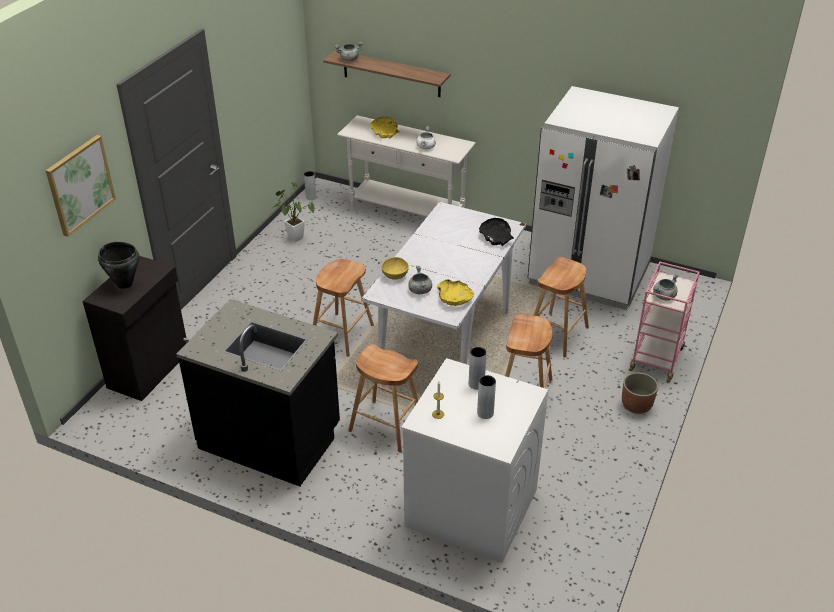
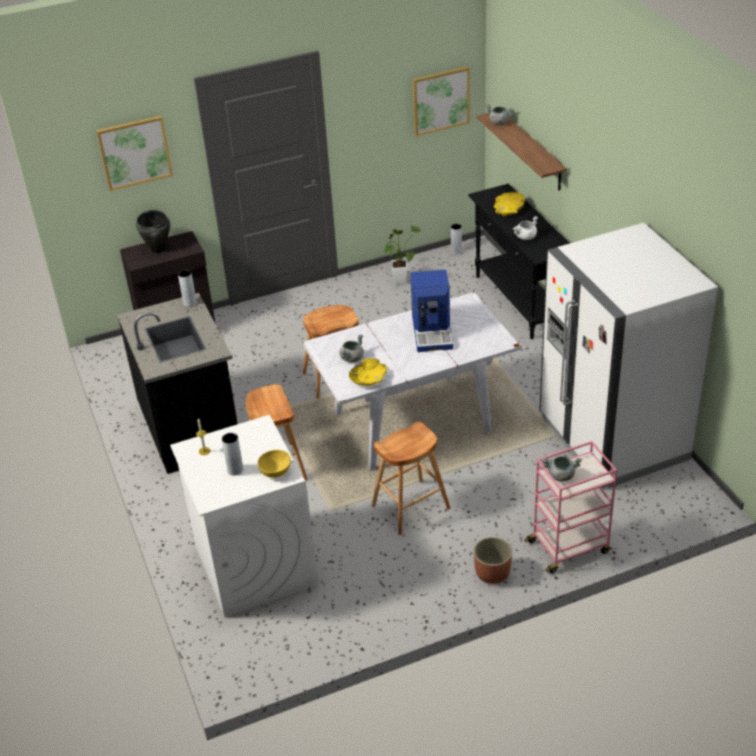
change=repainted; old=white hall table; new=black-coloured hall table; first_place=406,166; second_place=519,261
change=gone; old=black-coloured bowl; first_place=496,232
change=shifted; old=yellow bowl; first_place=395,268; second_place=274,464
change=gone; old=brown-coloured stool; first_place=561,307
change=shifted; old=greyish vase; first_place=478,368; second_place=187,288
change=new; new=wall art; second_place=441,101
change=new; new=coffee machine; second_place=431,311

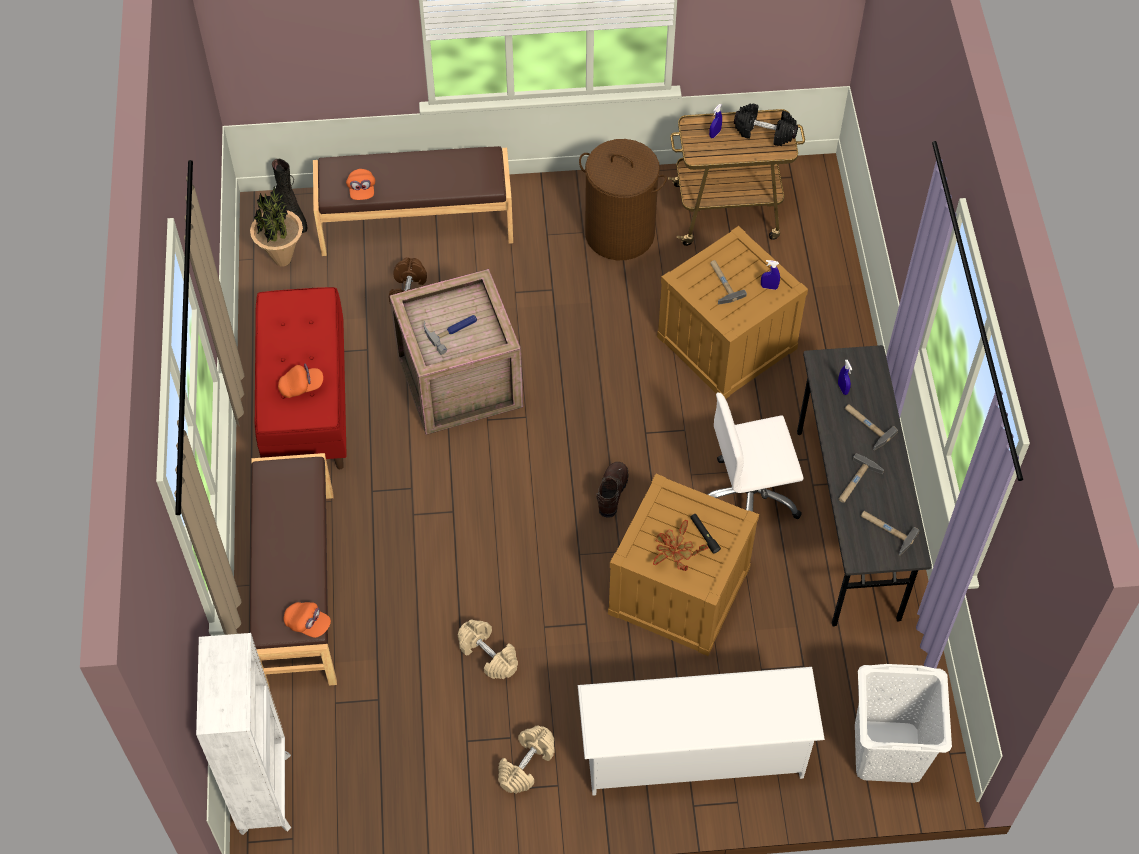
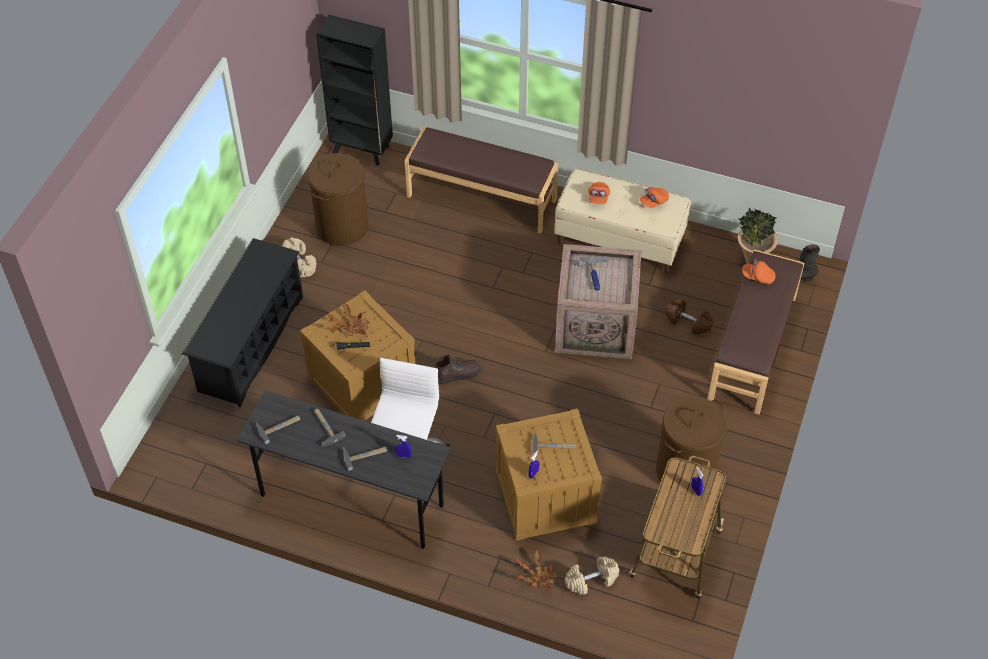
change=gone; old=black-coloured dumbbell; first_place=766,124
change=repainted; old=reddish indoor bench; new=beige indoor bench; first_place=301,378; second_place=622,221
change=rotated; old=brown-coloured high-top boot; first_place=612,490; second_place=458,369; degrees=-60
change=shifted; old=orange-coloured cap; first_place=307,620; second_place=654,197
change=shifted; old=beige dumbbell; first_place=488,649; second_place=592,575
change=repainted; old=white bookshelf; new=black-coloured bookshelf; first_place=243,734; second_place=354,90
change=gone; old=white hamper; first_place=903,723
change=repainted; old=white shoe rack; new=black-coloured shoe rack; first_place=701,731; second_place=242,322
change=new; new=brown-coloured hamper; second_place=338,199
change=new; new=potted plant; second_place=536,571

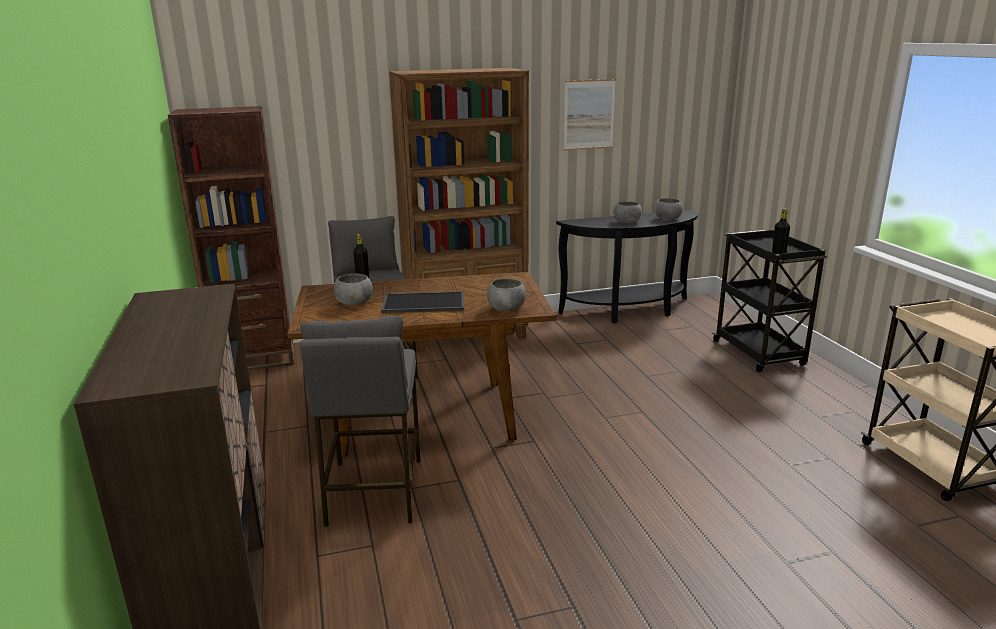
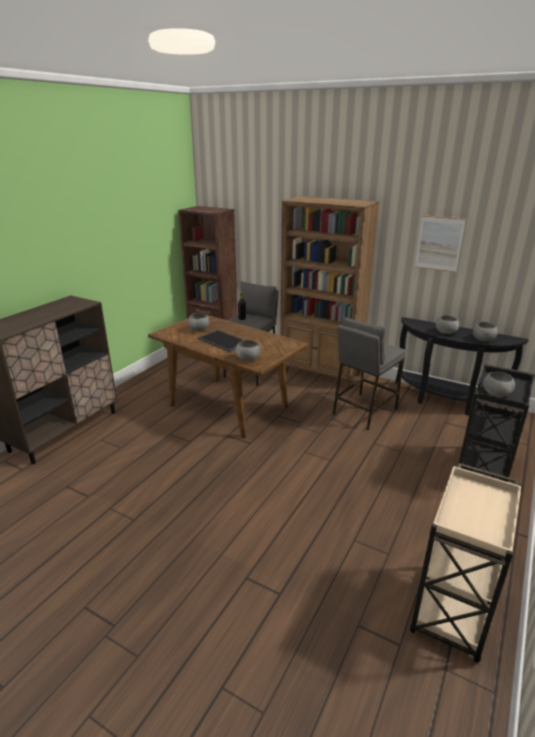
change=swapped; old=black-coloured bottle; new=greyish bowl; first_place=781,231; second_place=499,384
change=shifted; old=greyish stool; first_place=360,421; second_place=369,373

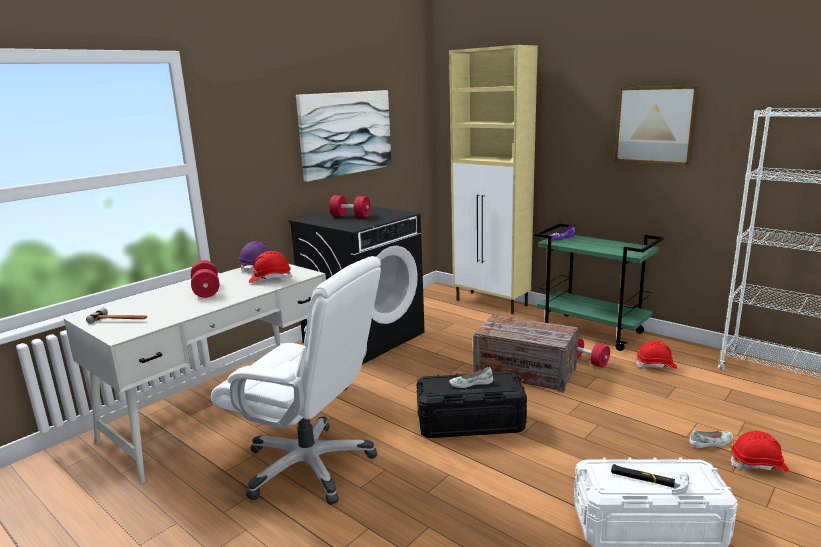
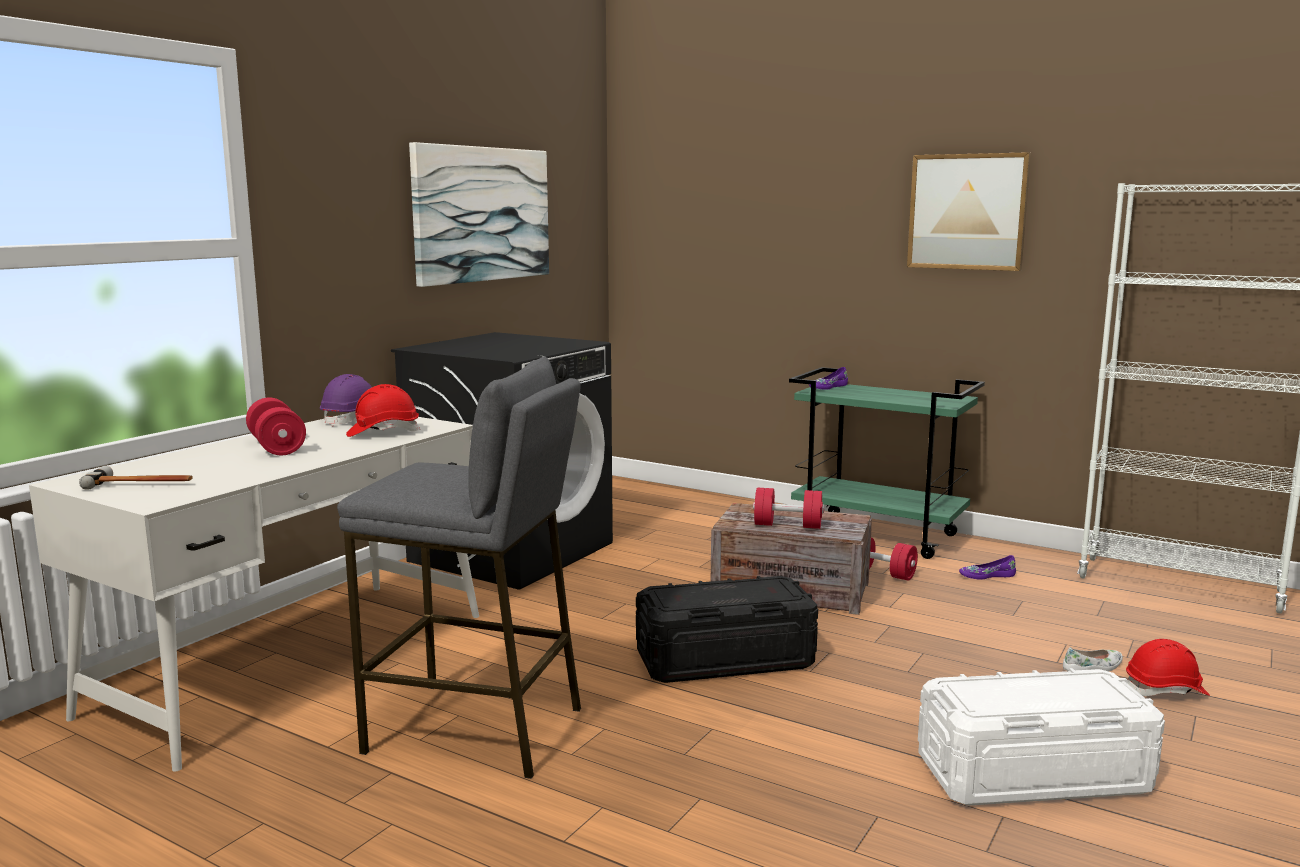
change=gone; old=beige storage cabinet; first_place=493,179
change=shifted; old=reddish dumbbell; first_place=350,206; second_place=788,508
change=swapped; old=white computer chair; new=greyish stool; first_place=296,380; second_place=459,568
change=swapped; old=reddish work helmet; new=purple-coloured shoe; first_place=656,354; second_place=987,567
change=gone; old=white shoe; first_place=471,377
change=gone; old=hand hammer; first_place=650,479

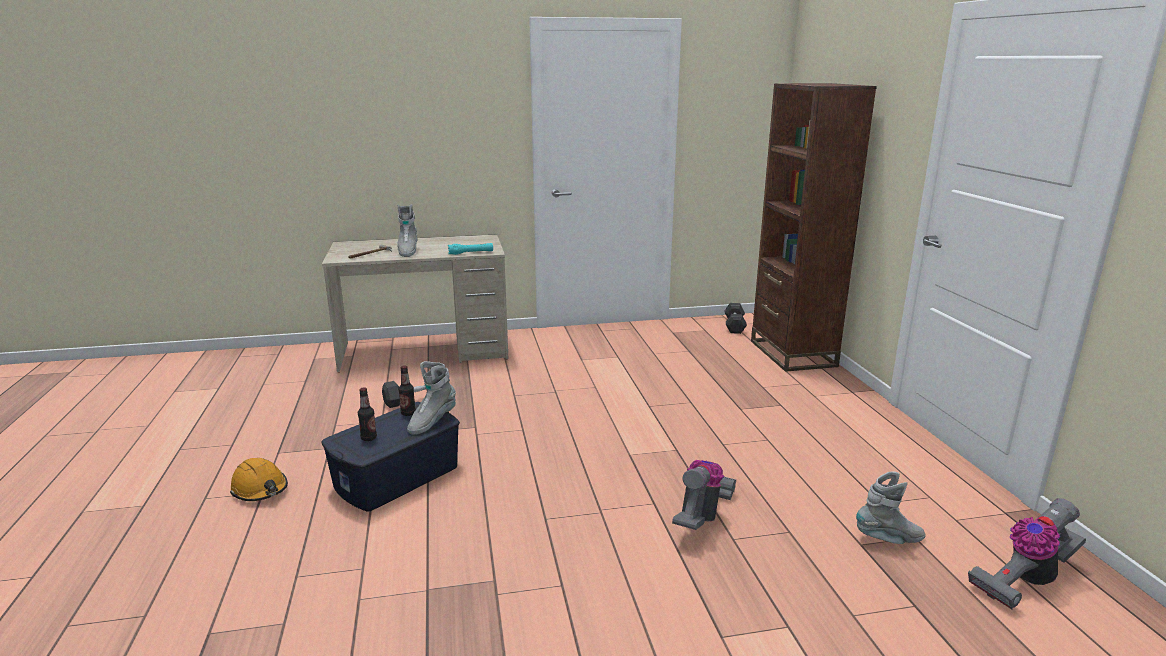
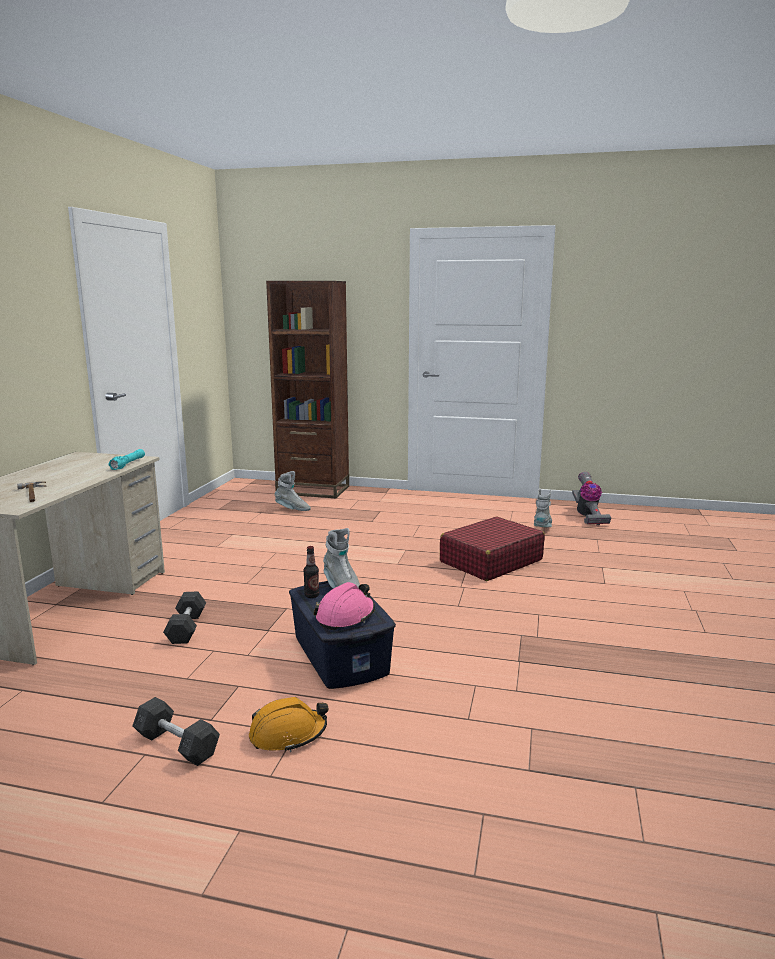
change=shifted; old=greyish high-top boot; first_place=407,230; second_place=293,491
change=shifted; old=greyish dumbbell; first_place=736,318; second_place=176,731
change=swapped; old=bottle; new=pink-coloured work helmet; first_place=367,414; second_place=344,606
change=swapped; old=vacuum; new=reddish travel case; first_place=704,495; second_place=492,548

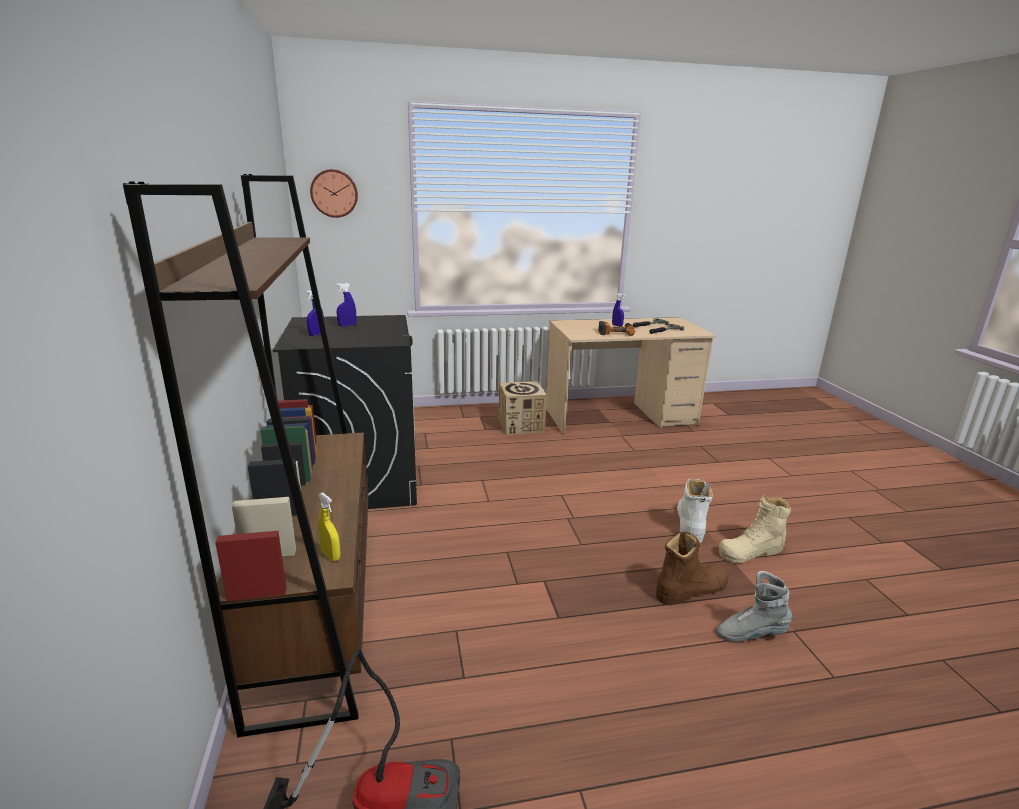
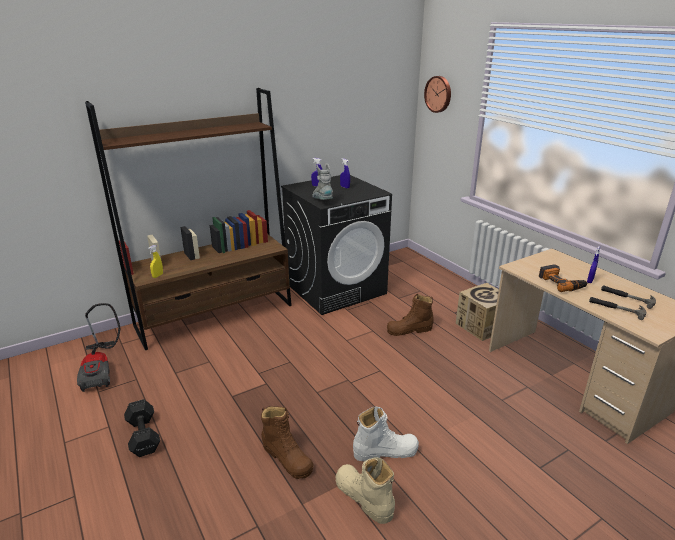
change=shifted; old=greyish high-top boot; first_place=754,606; second_place=322,181
change=new; new=brown-coloured high-top boot; second_place=410,315
change=new; new=black-coloured dumbbell; second_place=142,428

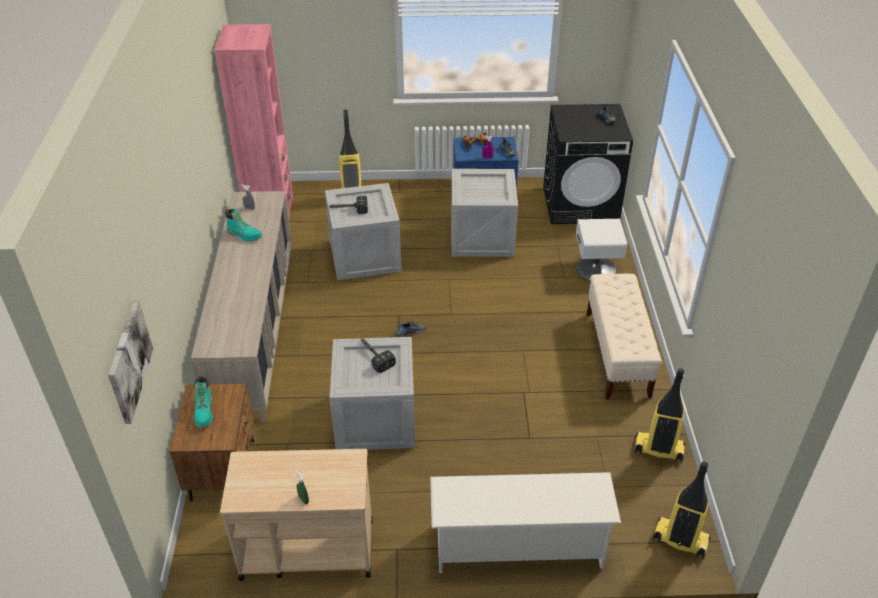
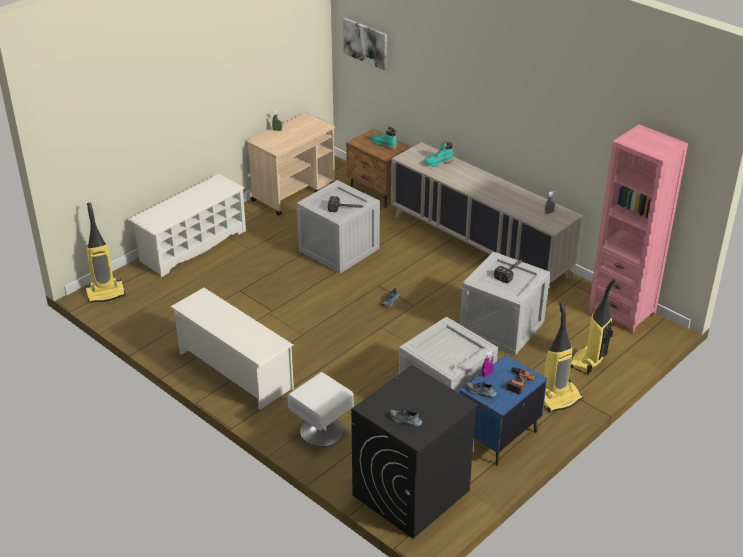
change=shifted; old=blue-green high-top boot; first_place=243,225; second_place=438,153
change=swapped; old=beige indoor bench; new=white shoe rack; first_place=624,336; second_place=232,349
change=shifted; old=vacuum; first_place=660,415; second_place=563,357

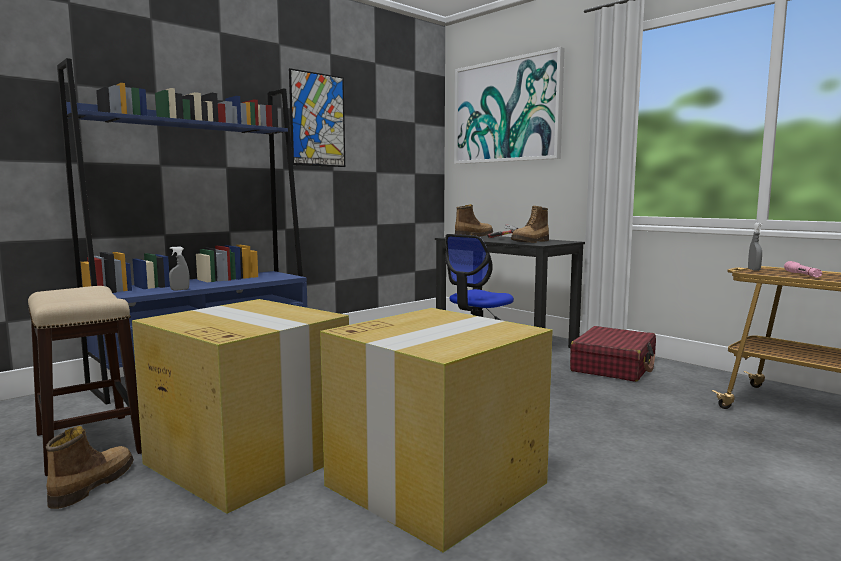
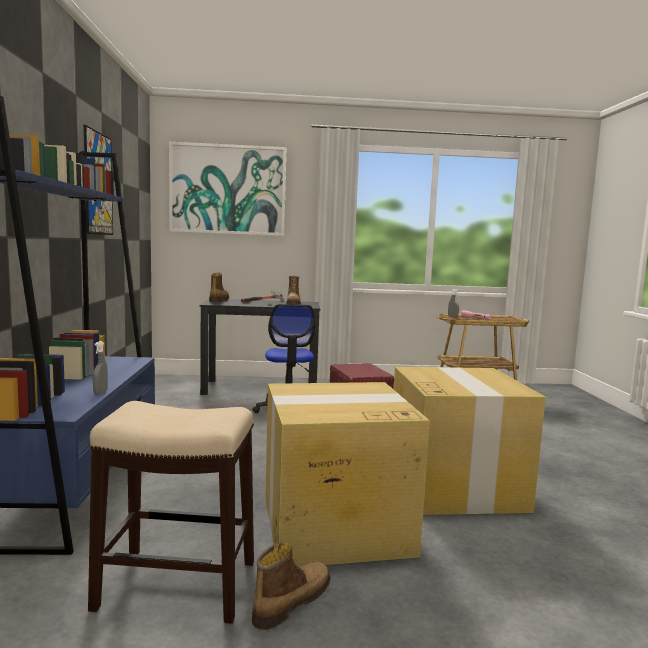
change=rotated; old=high-top boot; first_place=90,467; second_place=291,586; degrees=75

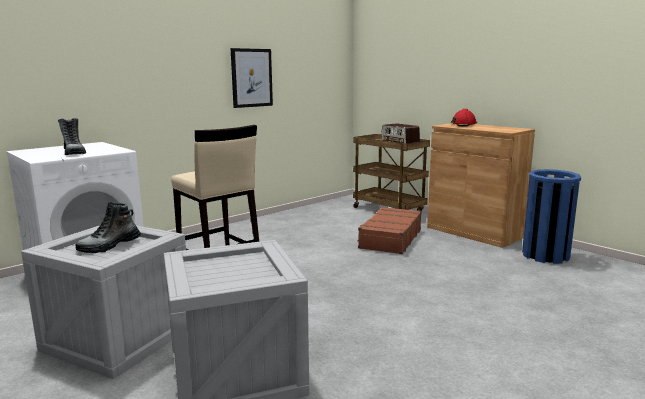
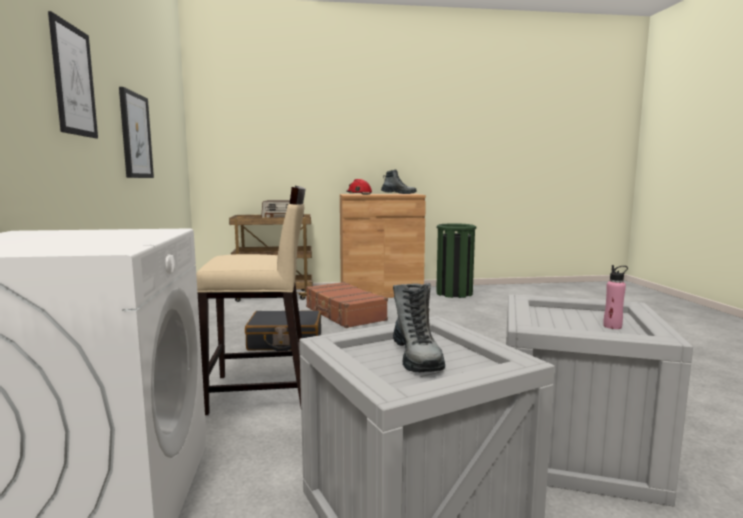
change=shifted; old=high-top boot; first_place=72,136; second_place=398,182
change=repainted; old=blue-coloured trash can; new=green-coloured trash can; first_place=551,216; second_place=456,260
change=new; new=wall art; second_place=73,74
change=new; new=pink-coloured bottle; second_place=615,297
change=new; new=black-coloured travel case; second_place=283,330

